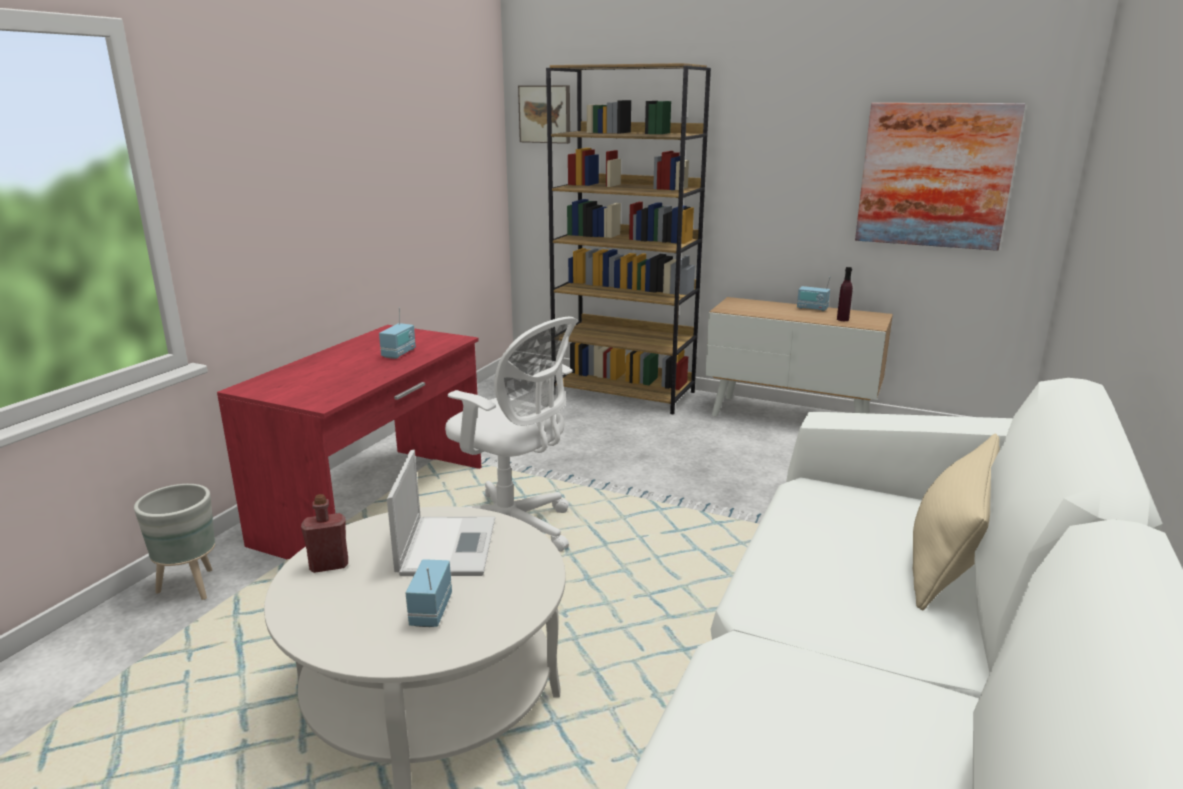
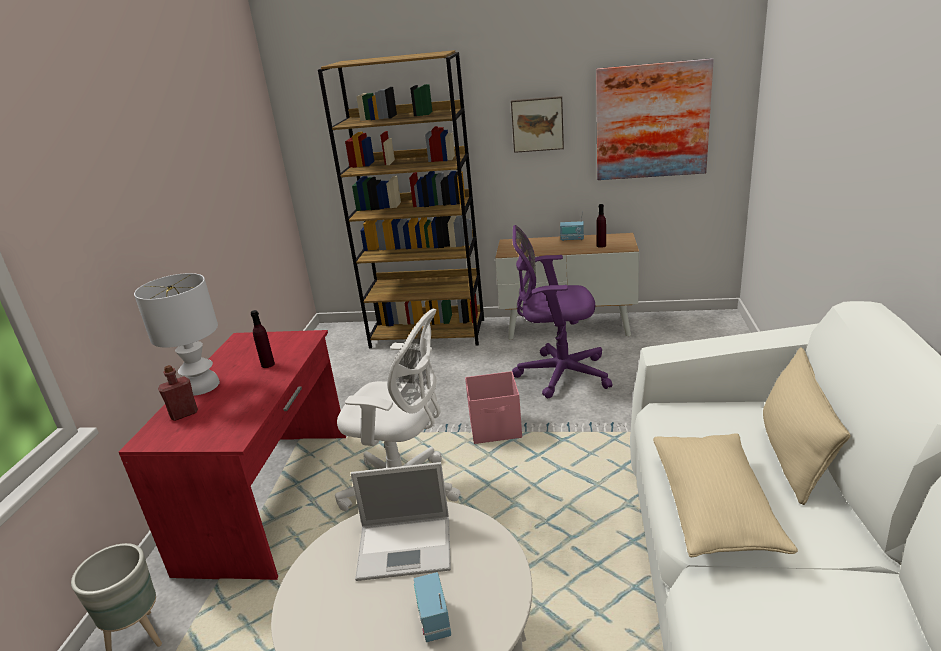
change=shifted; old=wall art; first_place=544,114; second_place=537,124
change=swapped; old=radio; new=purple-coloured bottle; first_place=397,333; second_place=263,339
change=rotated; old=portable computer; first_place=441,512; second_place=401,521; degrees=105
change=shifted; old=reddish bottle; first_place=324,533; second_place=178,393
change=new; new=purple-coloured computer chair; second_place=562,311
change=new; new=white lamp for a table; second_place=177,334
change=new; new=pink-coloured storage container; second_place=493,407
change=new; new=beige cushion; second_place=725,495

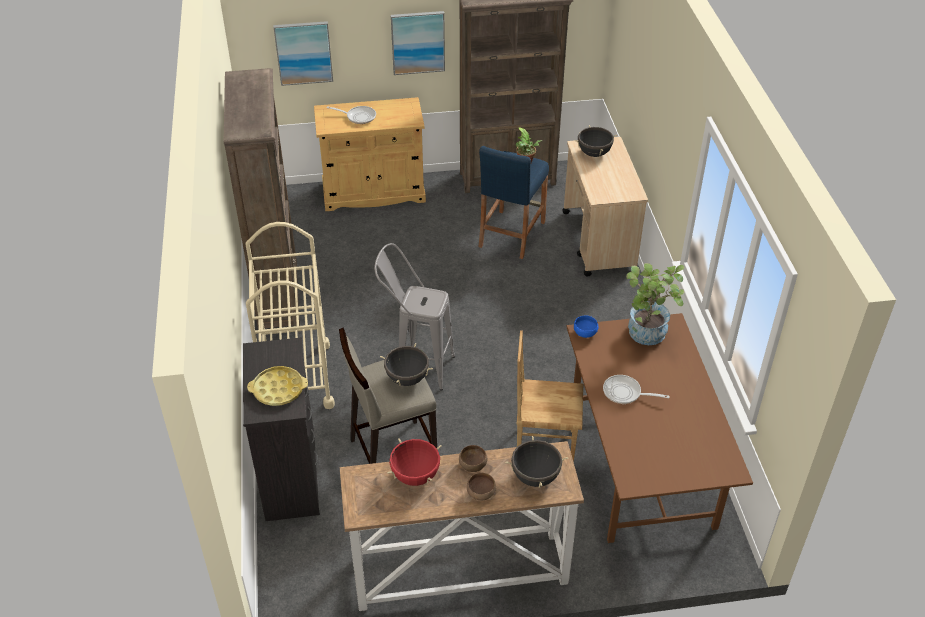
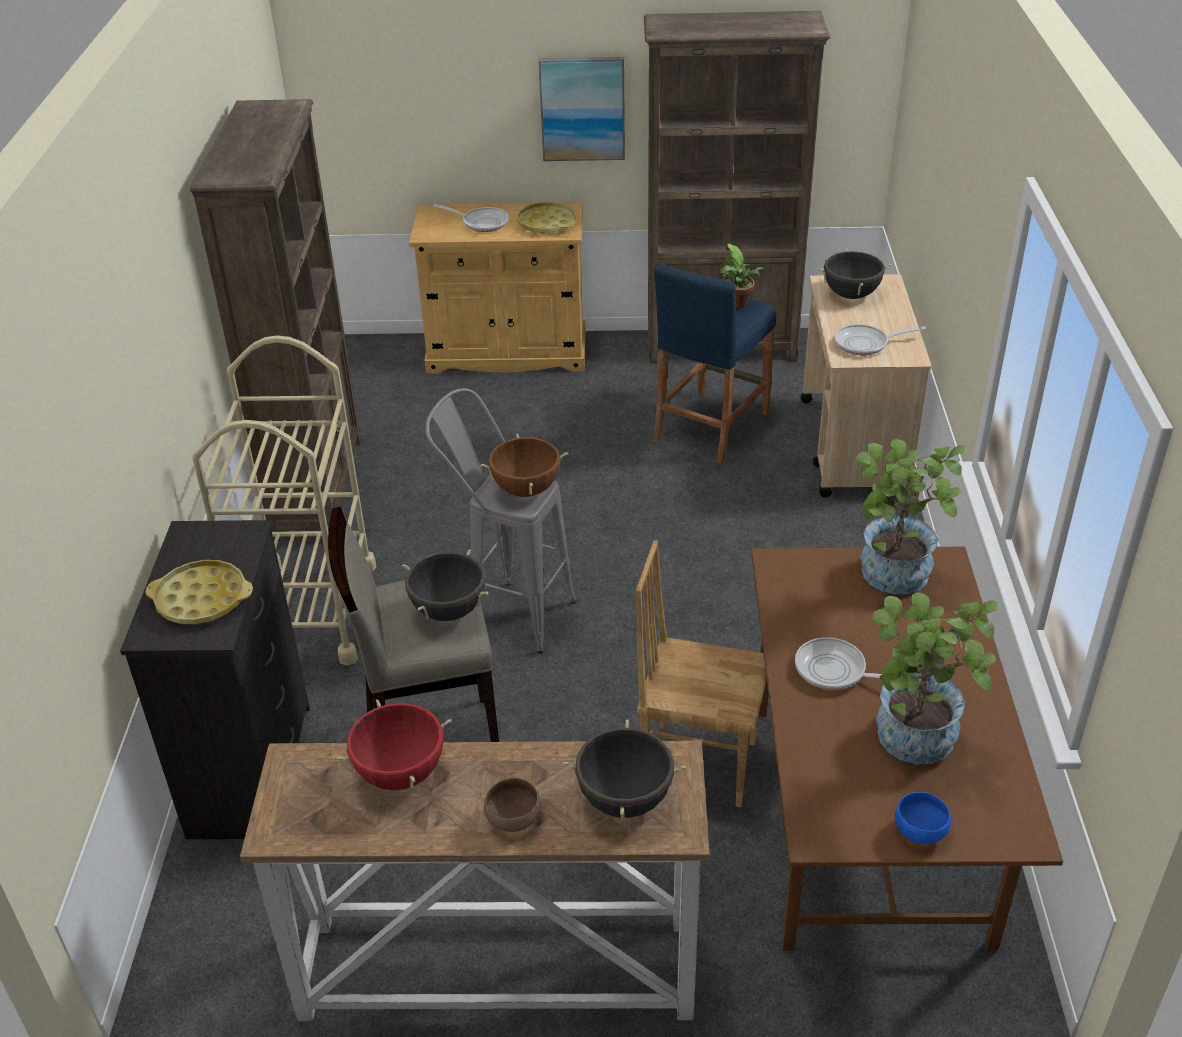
change=gone; old=wall art; first_place=303,53
change=shifted; old=blue-coloured bowl; first_place=586,327; second_place=923,818
change=gone; old=brown-coloured bowl; first_place=473,458
change=new; new=yellow serving tray; second_place=546,218
change=new; new=frying pan; second_place=880,339
change=new; new=brown-coloured stockpot; second_place=524,465
change=new; new=potted plant; second_place=935,678

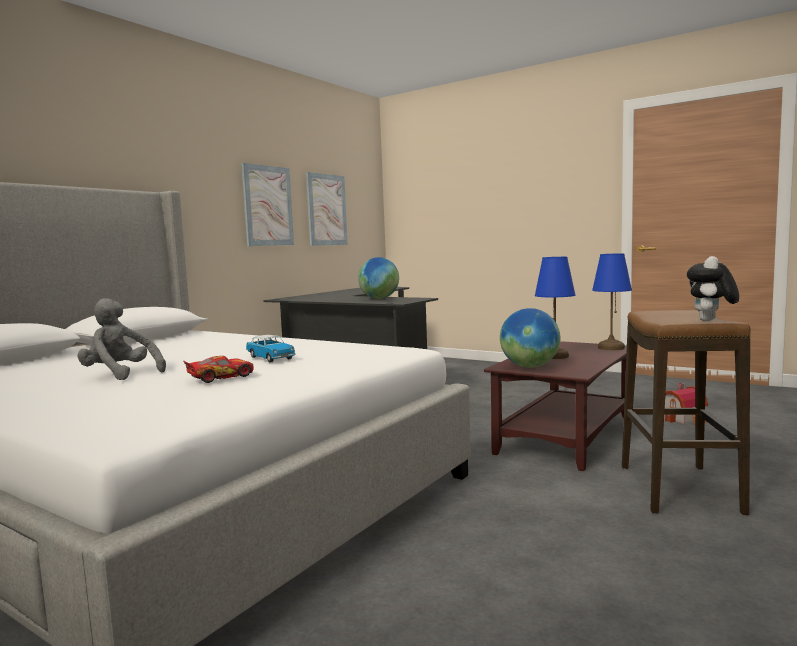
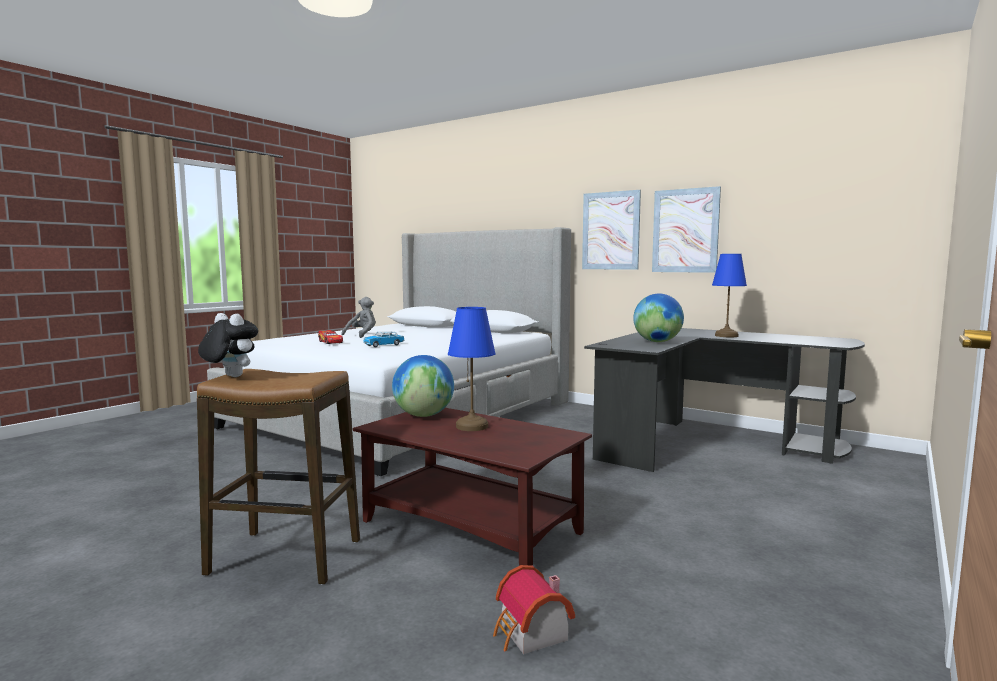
change=shifted; old=wall art; first_place=327,209; second_place=611,230
change=shifted; old=blue-coloured lamp for a table; first_place=612,301; second_place=729,295

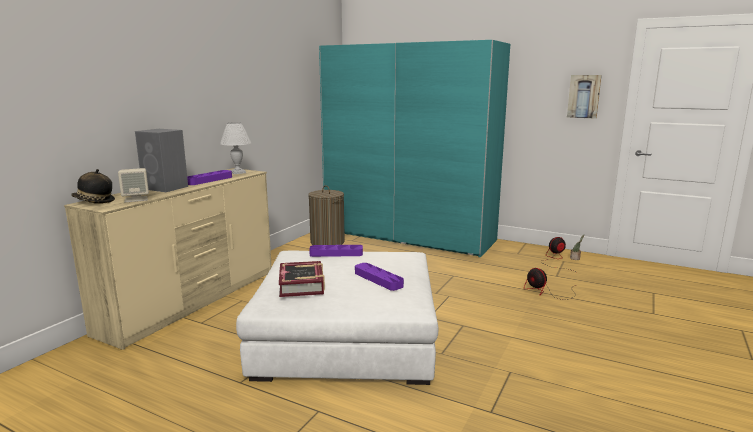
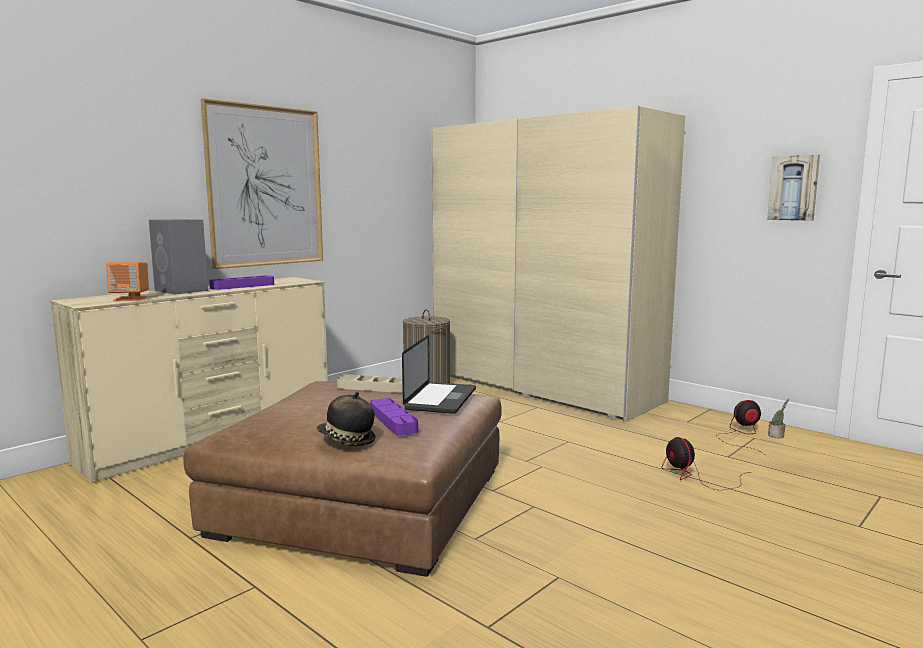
change=repainted; old=blue-green armoire; new=beige armoire; first_place=414,149; second_place=558,264
change=gone; old=white lamp for a table; first_place=235,148
change=repainted; old=beige audio speaker; new=orange-coloured audio speaker; first_place=133,185; second_place=127,281
change=shifted; old=wearable hat; first_place=93,186; second_place=346,419
change=repainted; old=purple-coloured serving tray; new=beige serving tray; first_place=336,251; second_place=370,383
change=repainted; old=white ottoman; new=brown-coloured ottoman; first_place=337,317; second_place=342,479
change=gone; old=volume; first_place=302,279
change=new; new=wall art; second_place=262,183
change=new; new=portable computer; second_place=439,374

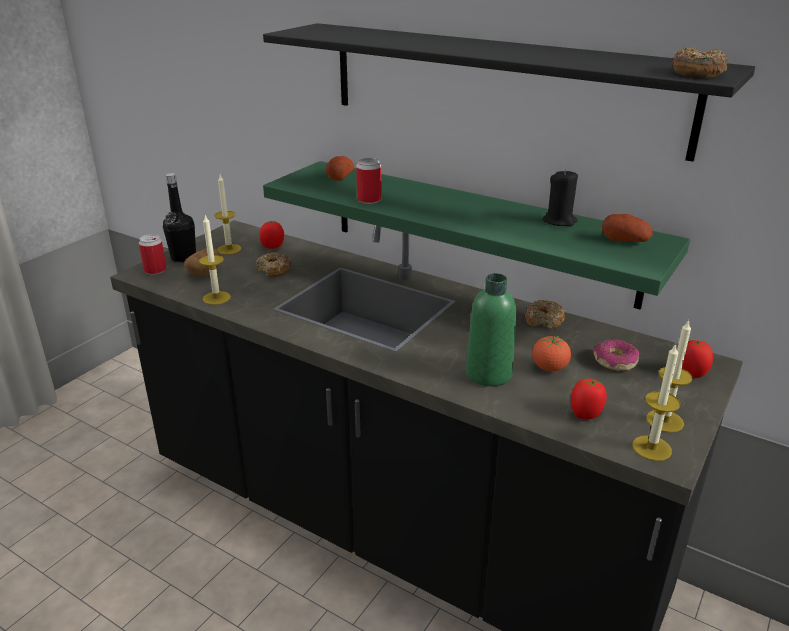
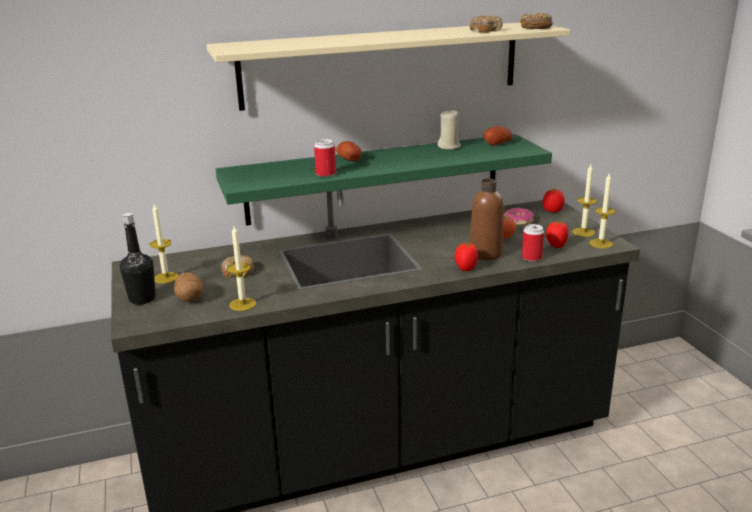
change=repainted; old=black-coloured bracket shelf; new=beige bracket shelf; first_place=509,92; second_place=388,67
change=shifted; old=potato; first_place=340,168; second_place=349,151
change=repainted; old=black-coloured wax light; new=beige wax light; first_place=560,197; second_place=449,129
change=shifted; old=tomato; first_place=271,235; second_place=466,257
change=shifted; old=sealed can; first_place=153,254; second_place=533,242
change=repainted; old=green-coloured bottle; new=brown-coloured bottle; first_place=491,329; second_place=487,219
change=shifted; old=ring doughnut; first_place=545,314; second_place=486,24

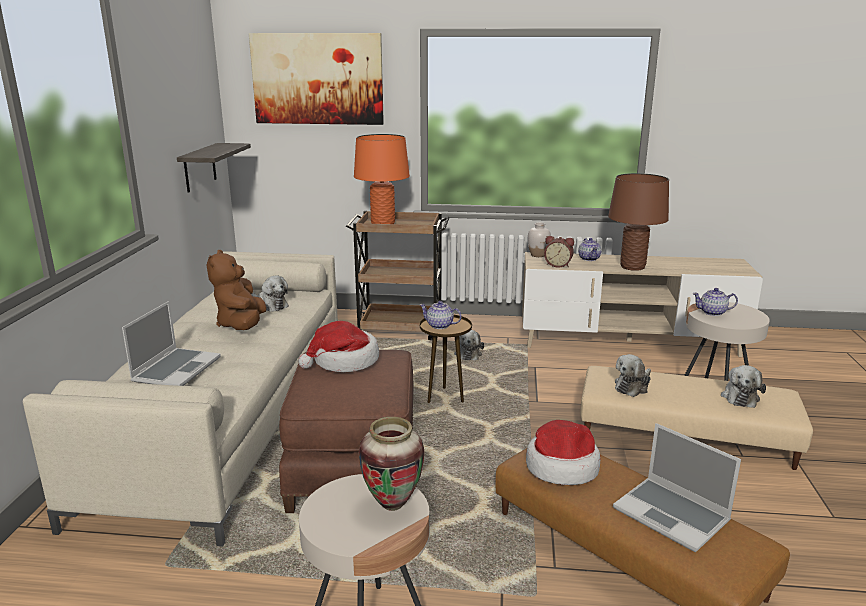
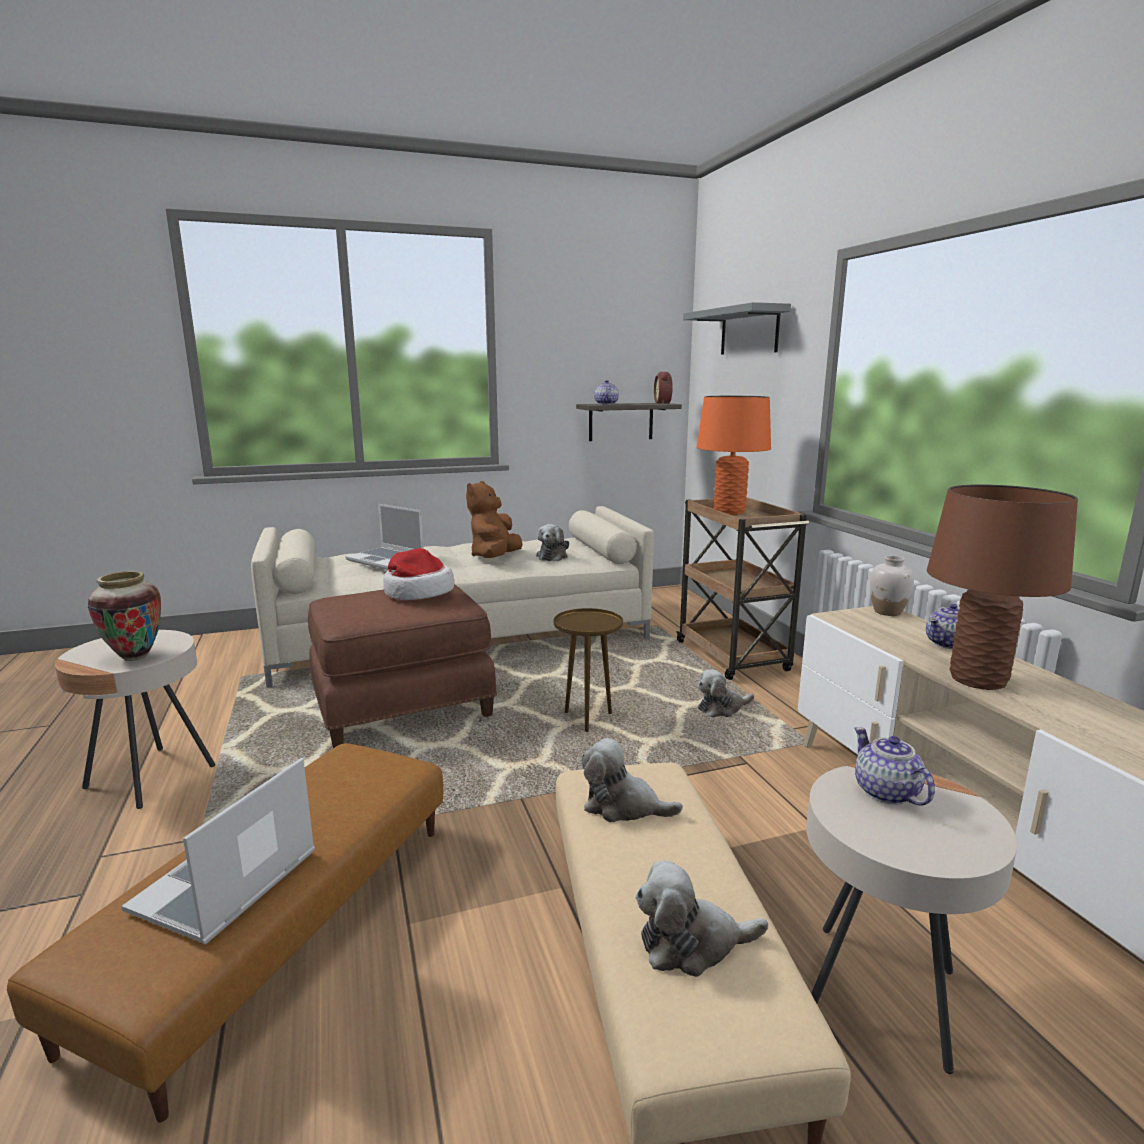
change=swapped; old=wall art; new=greyish bracket shelf; first_place=316,79; second_place=737,328
change=shifted; old=bedside clock; first_place=559,252; second_place=663,388
change=rotated; old=brown-coloured plush toy; first_place=236,290; second_place=494,519; degrees=-45
change=rotated; old=portable computer; first_place=171,343; second_place=384,537; degrees=45
change=shifted; old=tea pot; first_place=440,315; second_place=606,392
change=gone; old=wearable hat; first_place=563,452

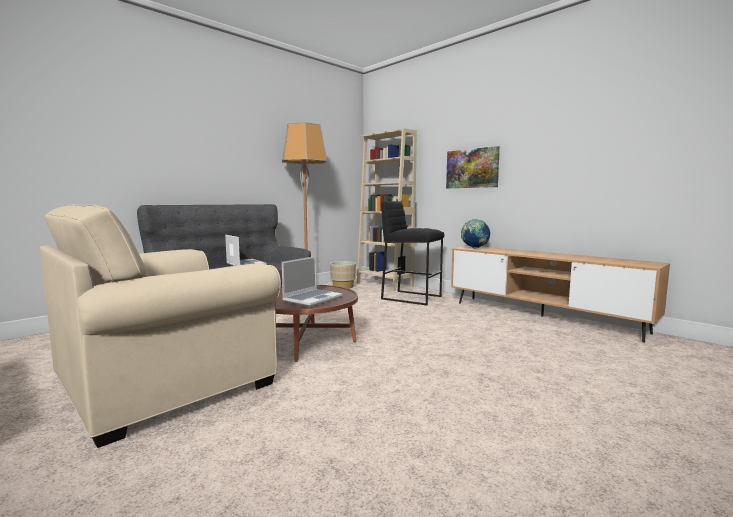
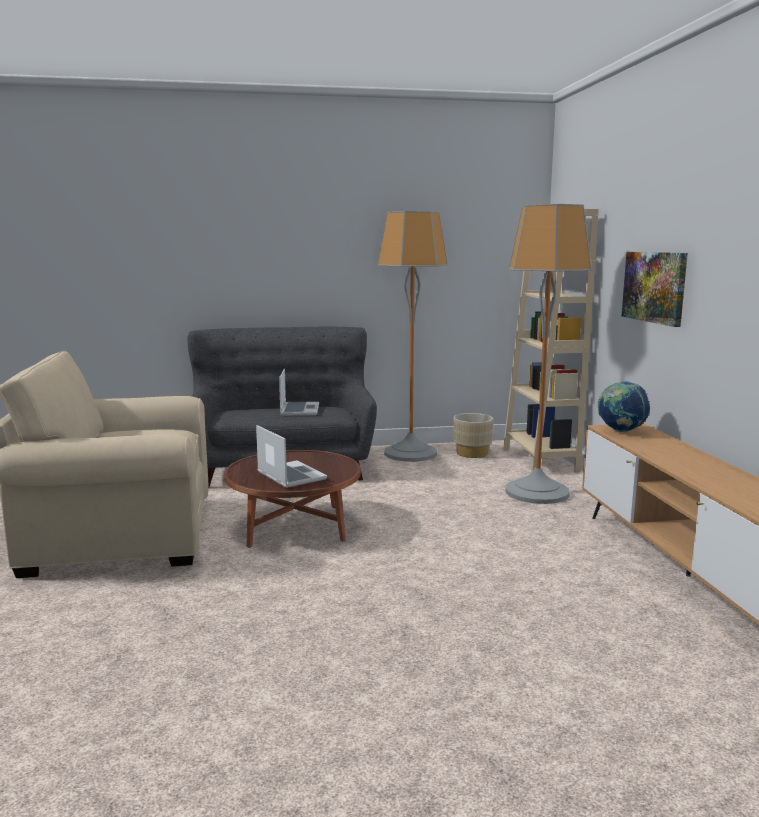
change=swapped; old=black-coloured stool; new=standard lamp; first_place=412,253; second_place=548,354
change=rotated; old=portable computer; first_place=312,281; second_place=291,456; degrees=-105

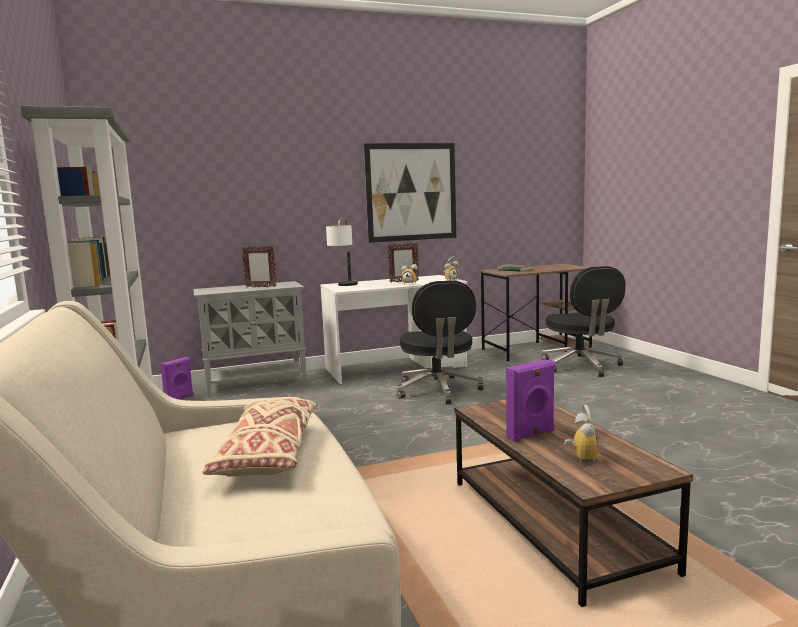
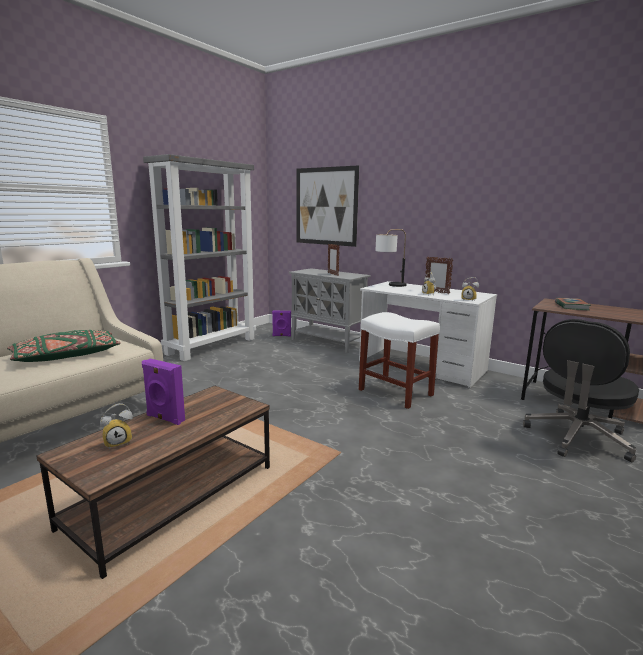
change=shifted; old=wall art; first_place=410,193; second_place=327,206
change=swapped; old=black-coloured computer chair; new=white stool; first_place=440,342; second_place=399,360
change=repainted; old=beige cushion; new=green-coloured cushion; first_place=260,438; second_place=64,346

